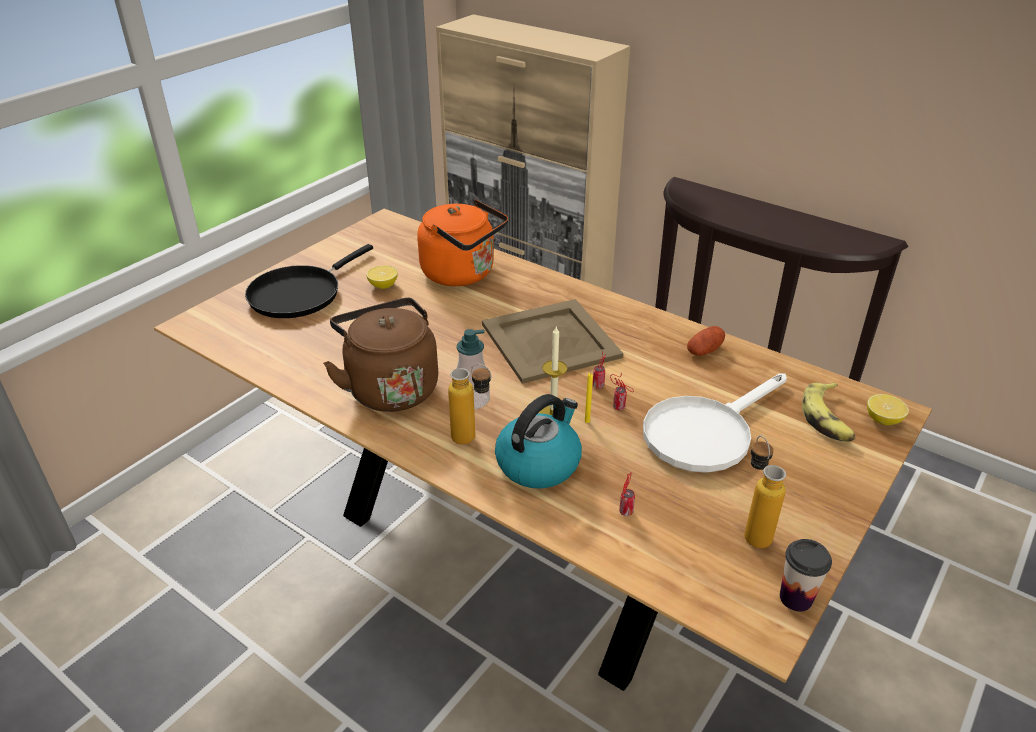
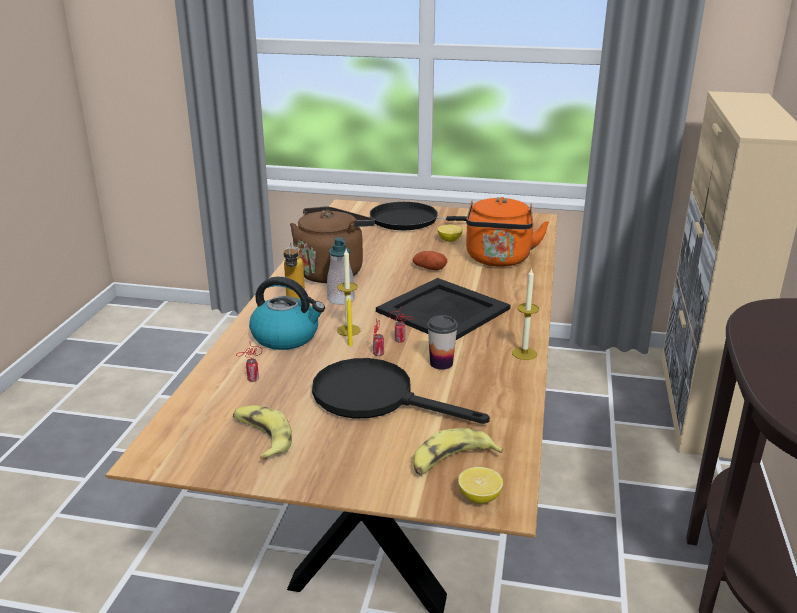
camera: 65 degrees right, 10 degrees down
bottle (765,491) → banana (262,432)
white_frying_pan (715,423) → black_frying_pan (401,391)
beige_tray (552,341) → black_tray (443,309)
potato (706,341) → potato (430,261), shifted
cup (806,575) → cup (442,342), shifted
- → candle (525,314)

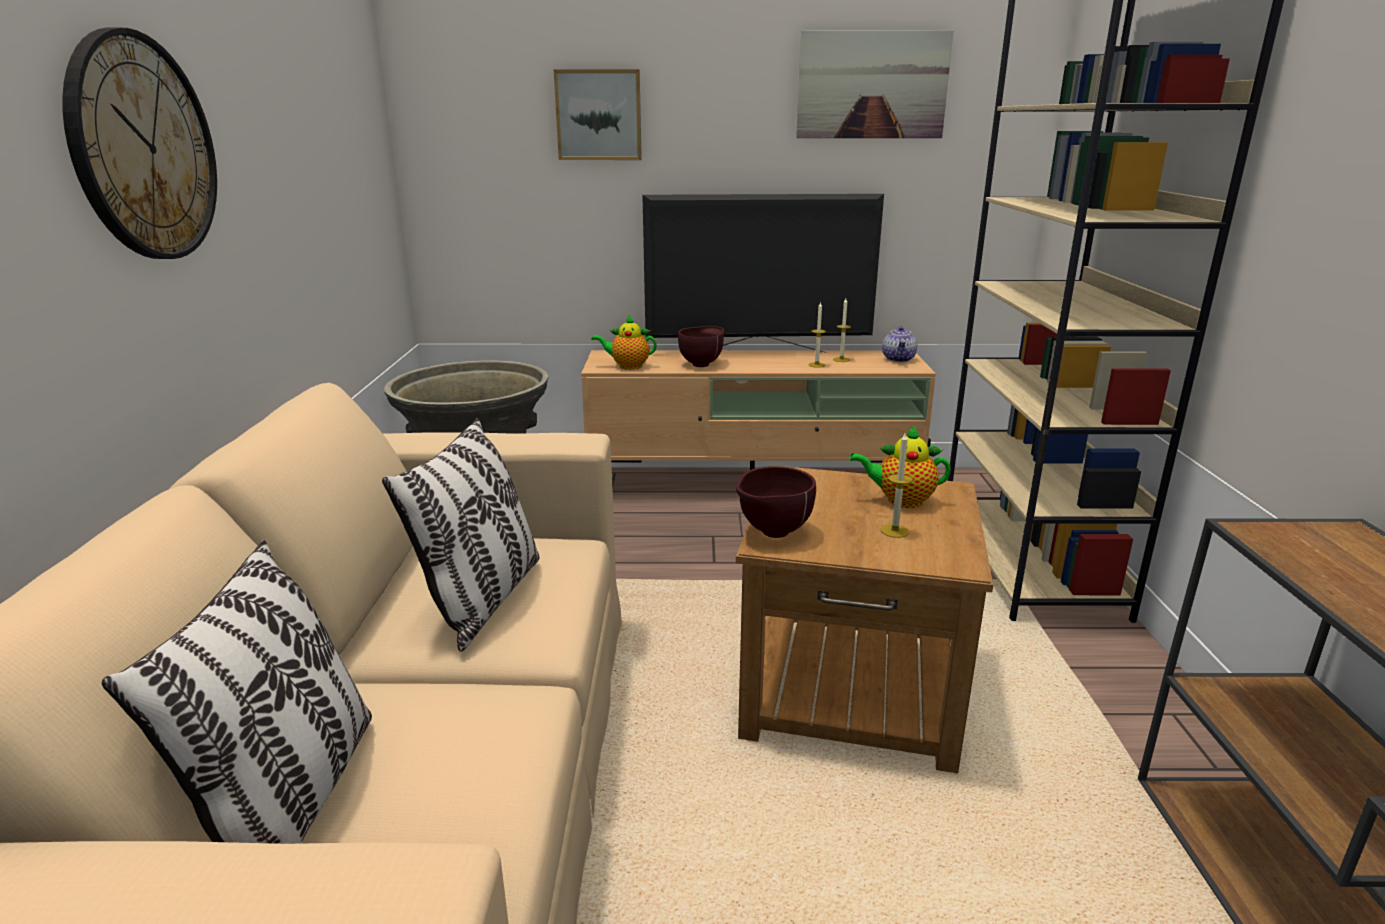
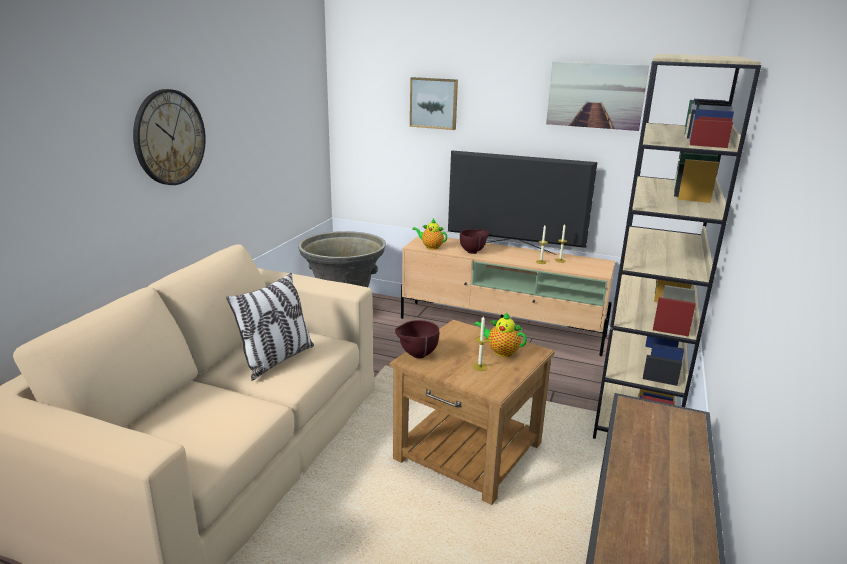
camera: 20 degrees right, 0 degrees up
pillow (237,692) → -
teapot (899,344) → -

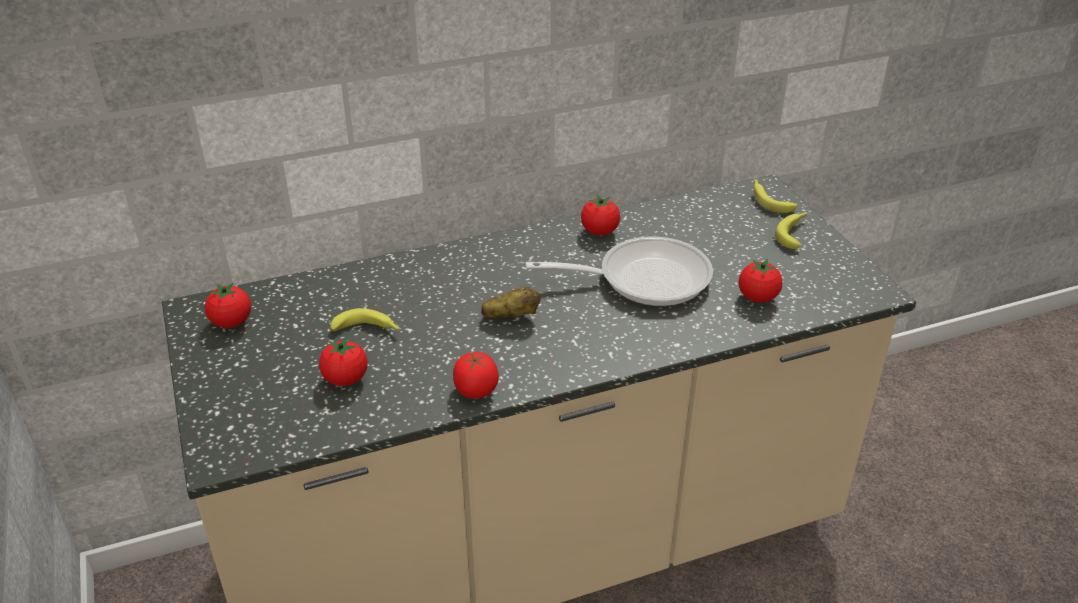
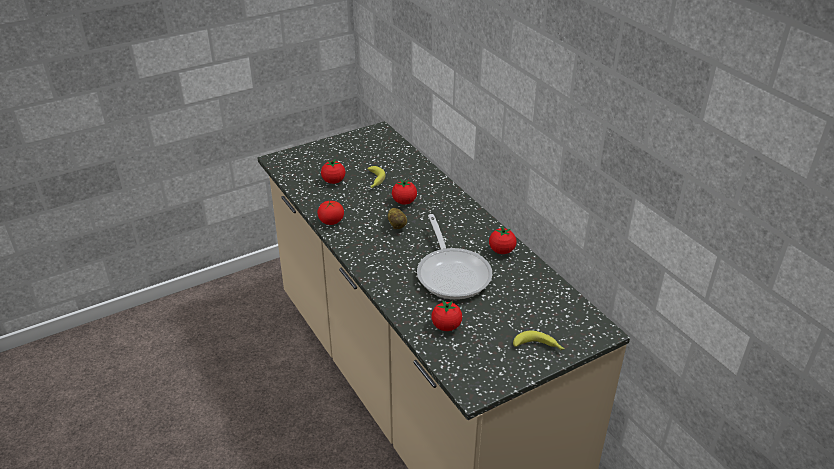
camera: 80 degrees right, 0 degrees up
tomato (228,305) → tomato (404,192), shifted
banana (775,196) → -

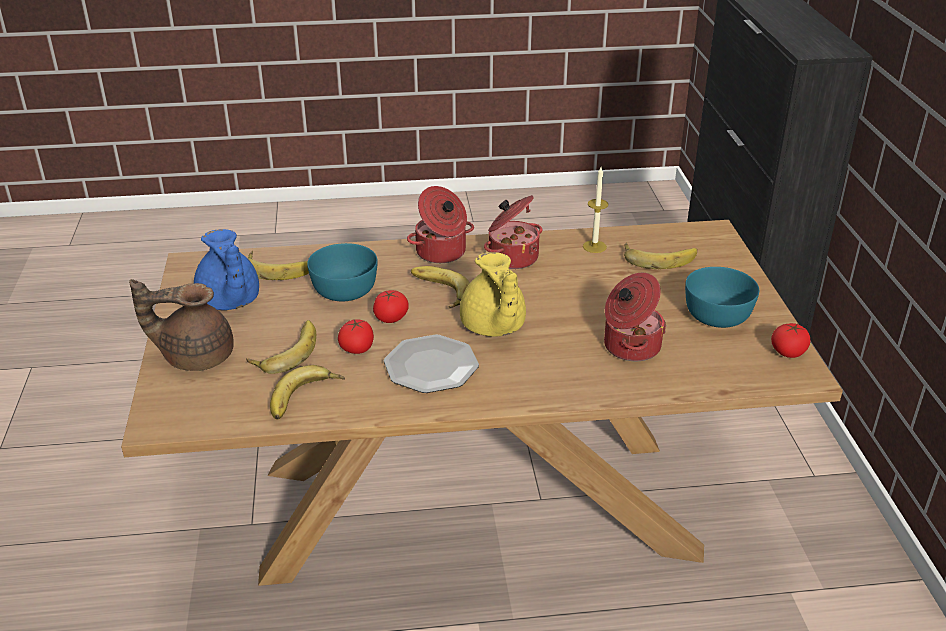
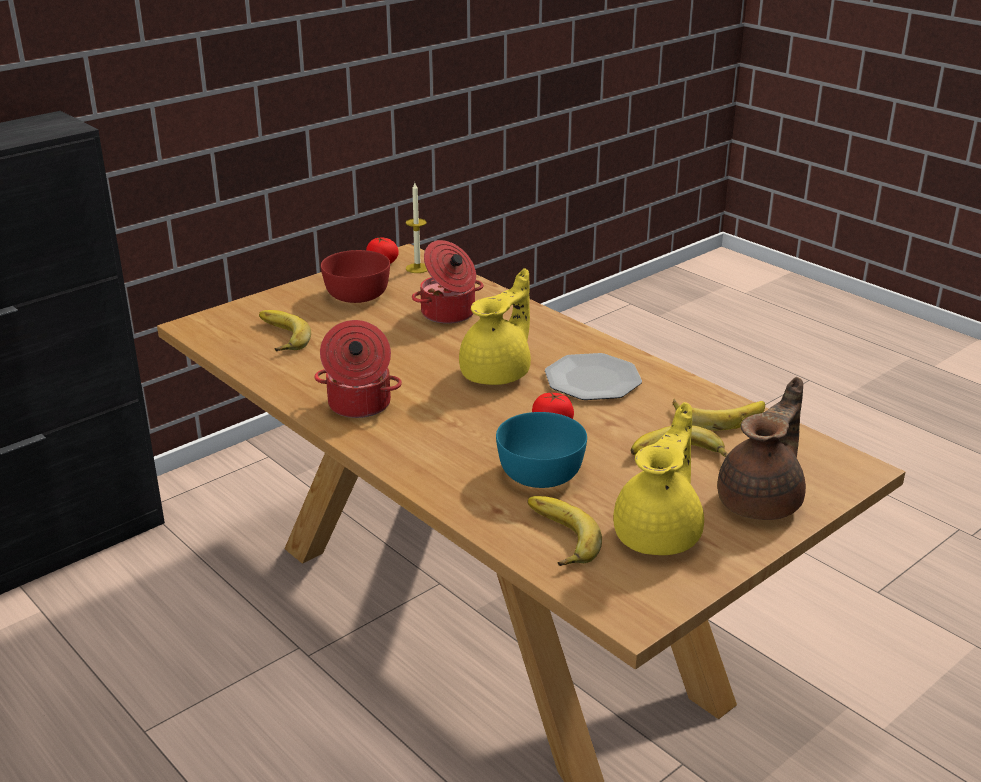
camera: 125 degrees left, 5 degrees down
turquoise_bowl (722,297) → red_bowl (355,276)
candle (595,210) → candle (416,228), shifted
blue_teapot (226,269) → yellow_teapot (658,478)
brown_teapot (181,325) → brown_teapot (761,448), 105 degrees counterclockwise
tomato (356,336) → -
cooking_pot (440,224) → -
banana (440,287) → -

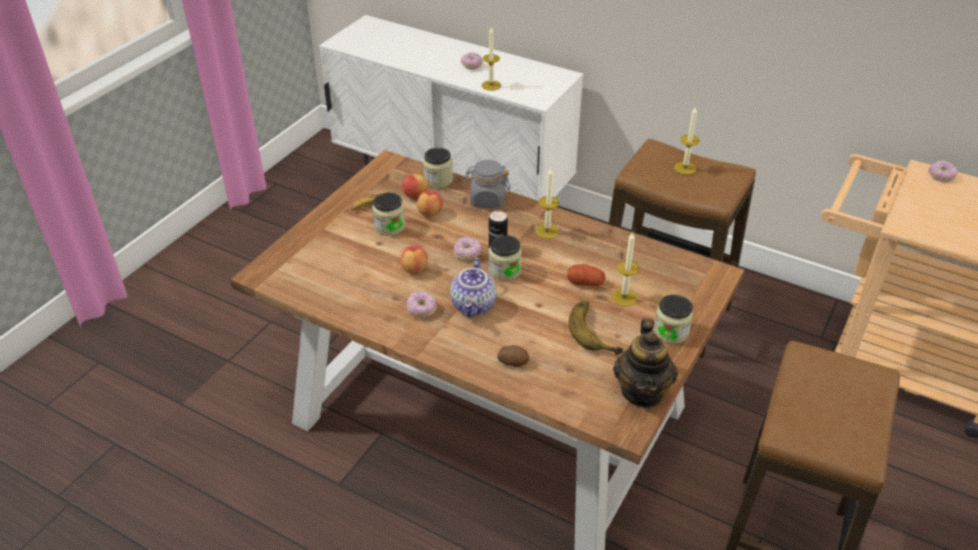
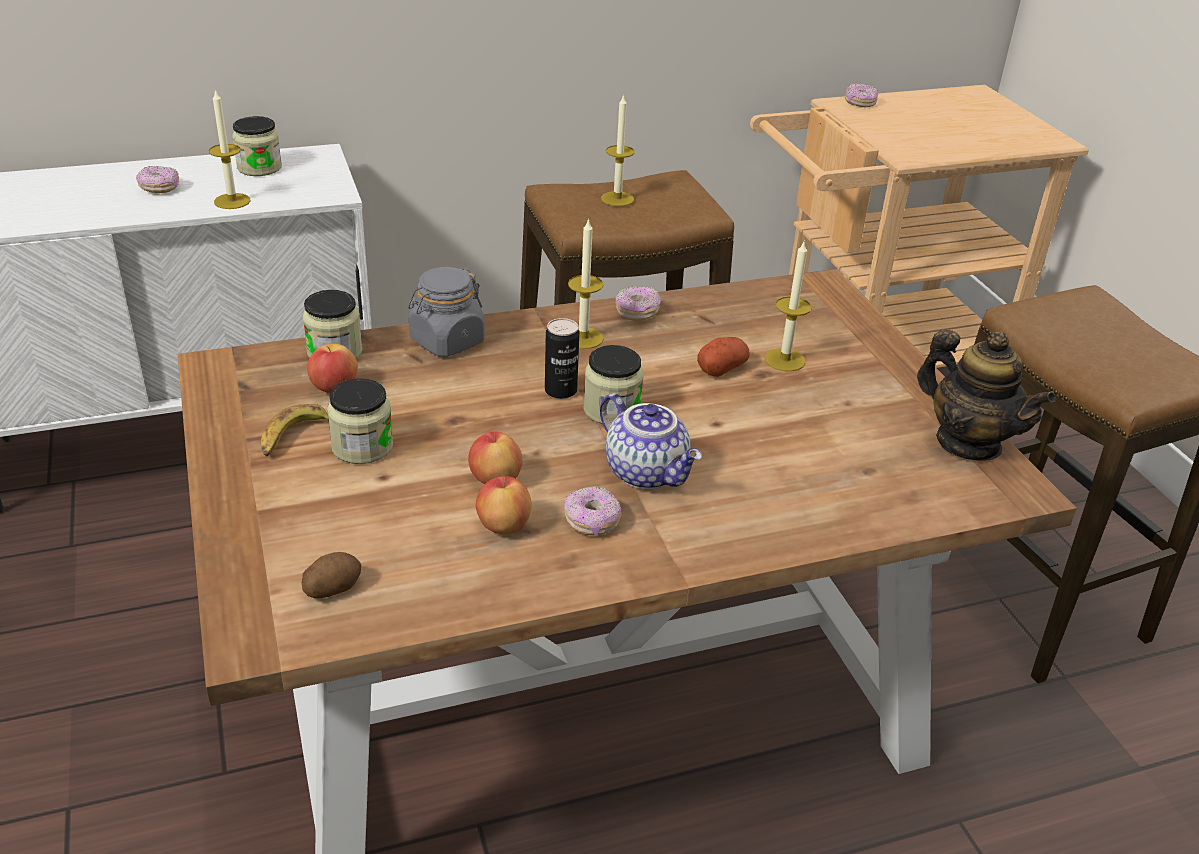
camera: 50 degrees left, 5 degrees down
jar (673,319) → jar (257,146), shifted
potato (513,356) → potato (331,575), shifted
apple (429,203) → apple (504,505), shifted
donut (468,248) → donut (638,303), shifted
banana (596,328) → -

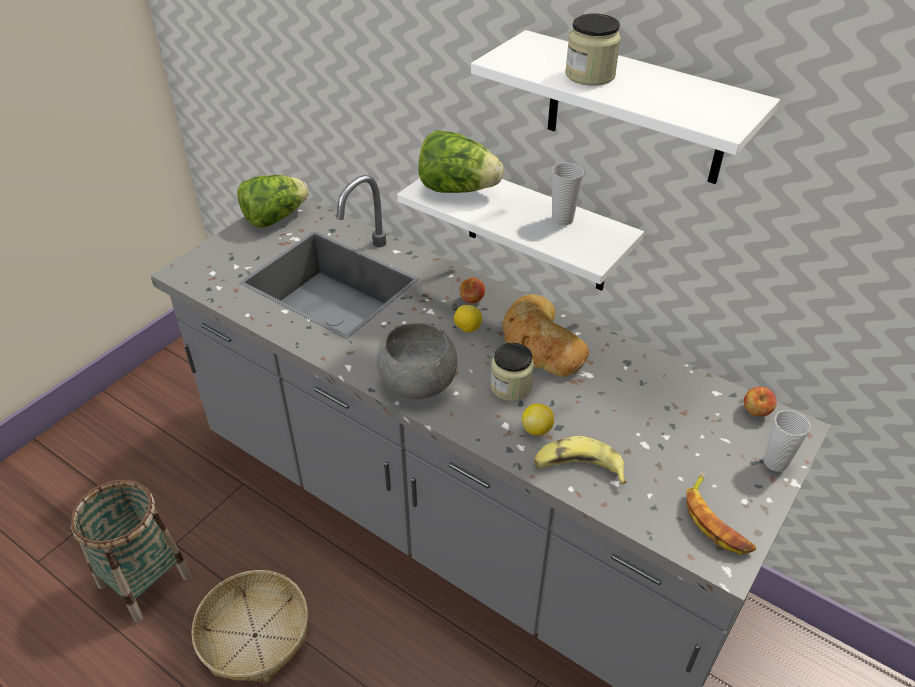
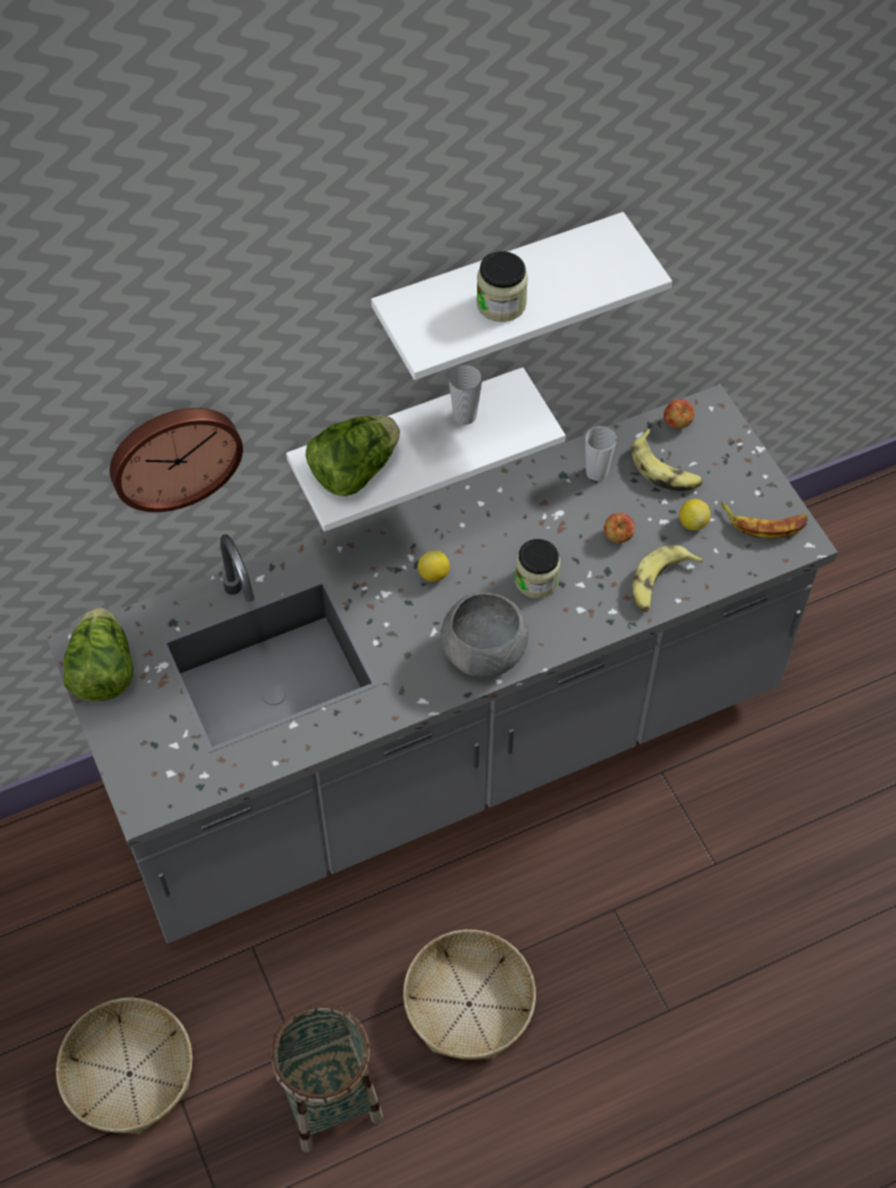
camera: 60 degrees left, 15 degrees up
- → basket (124,1066)
- → wall_clock (176,460)
cup (787,441) → cup (601,453), shifted
apple (472,290) → apple (619,528), shifted
- → banana (667,460)
lemon (538,420) → lemon (695,515), shifted
bread (545,336) → -

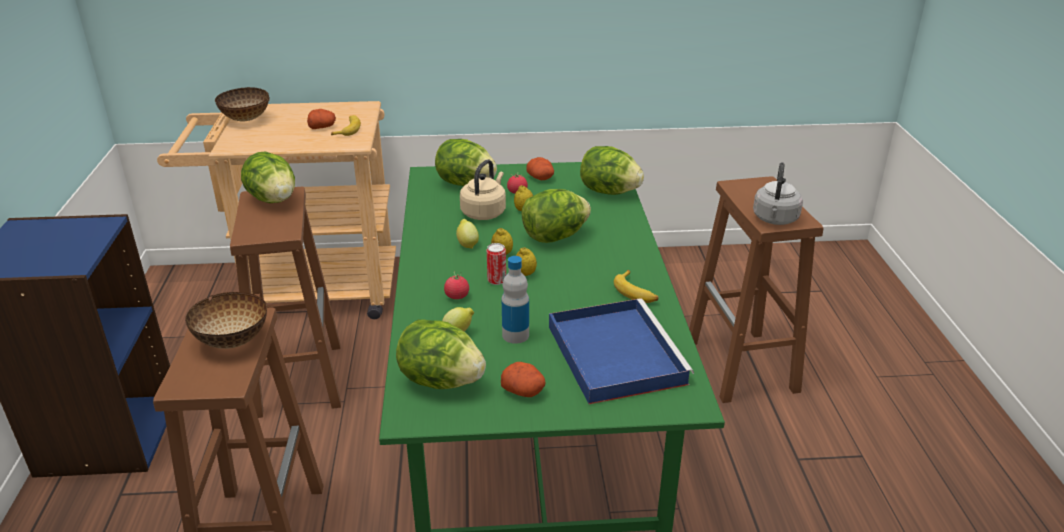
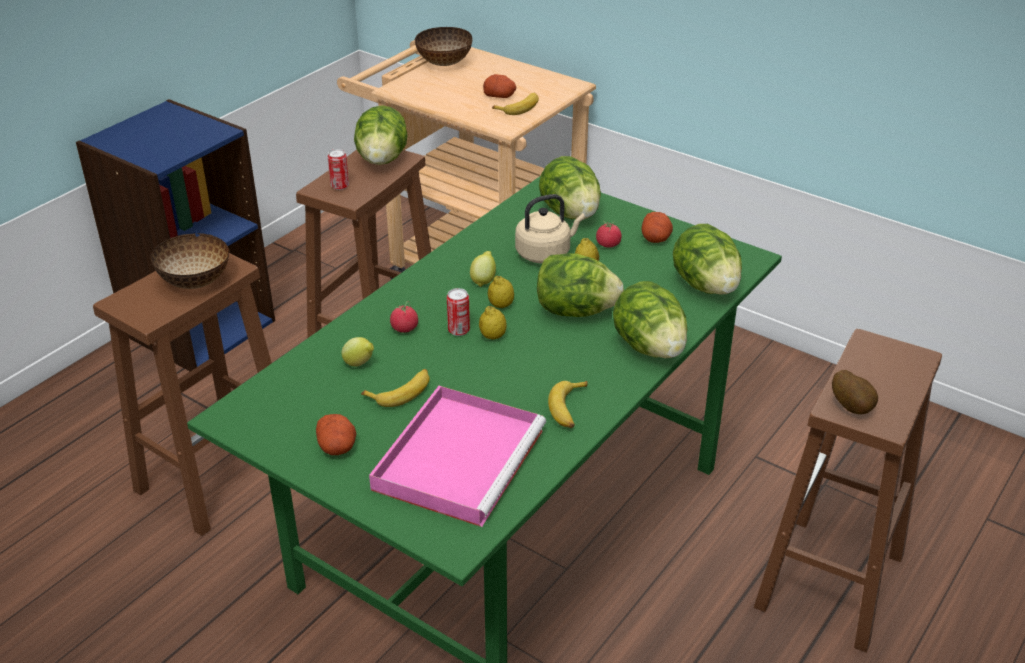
camera: 40 degrees right, 5 degrees up
- → can (338,169)
bottle (515,300) → banana (395,388)
blue_tray (621,351) → pink_tray (457,456)
lettuce (441,354) → lettuce (650,319), shifted
grey_kettle (778,193) → potato (855,392)

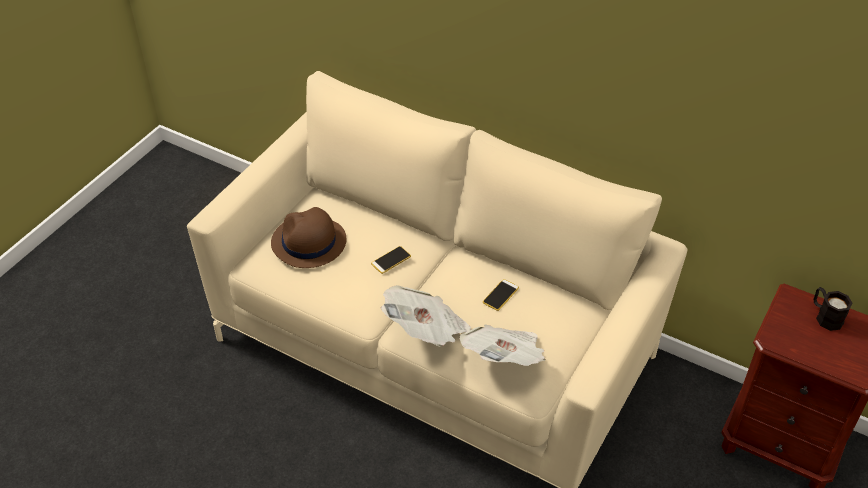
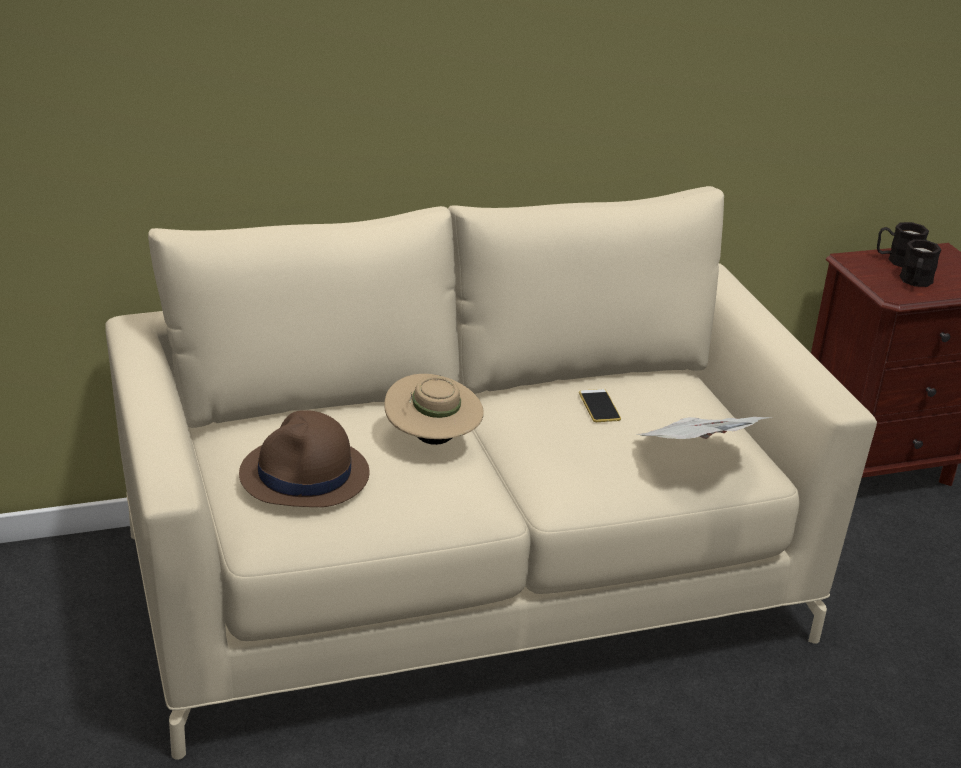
camera: 50 degrees left, 15 degrees down
phone (391,260) → beige_hat (434,409)
- → black_mug (920,263)
newspaper (426,315) → -

